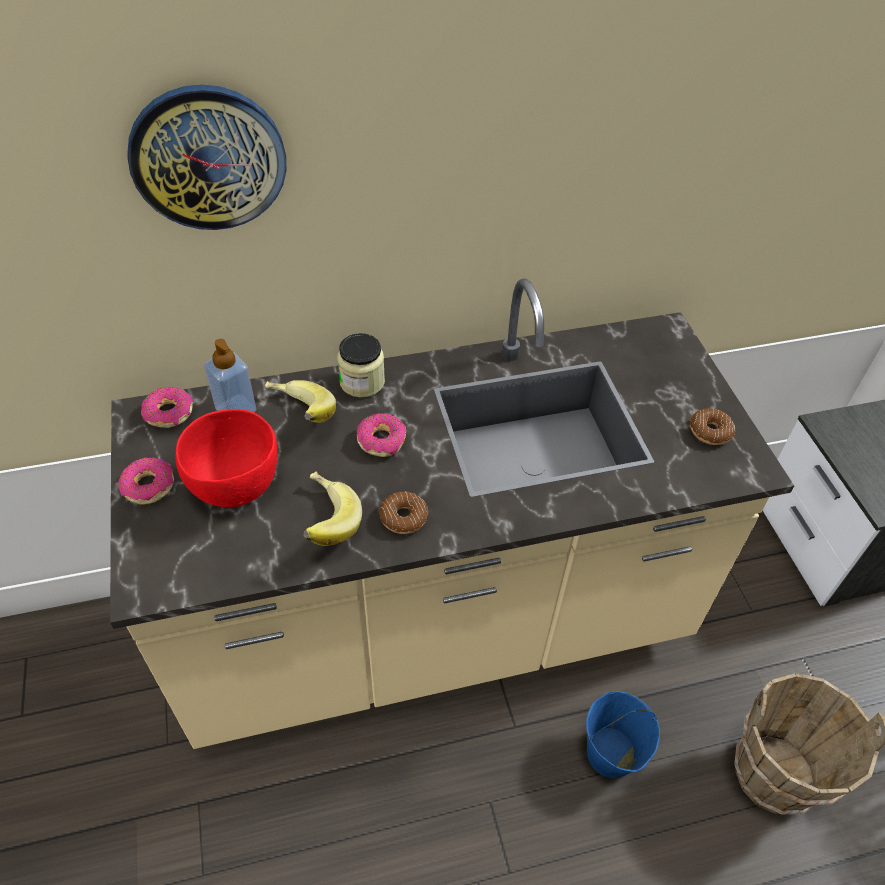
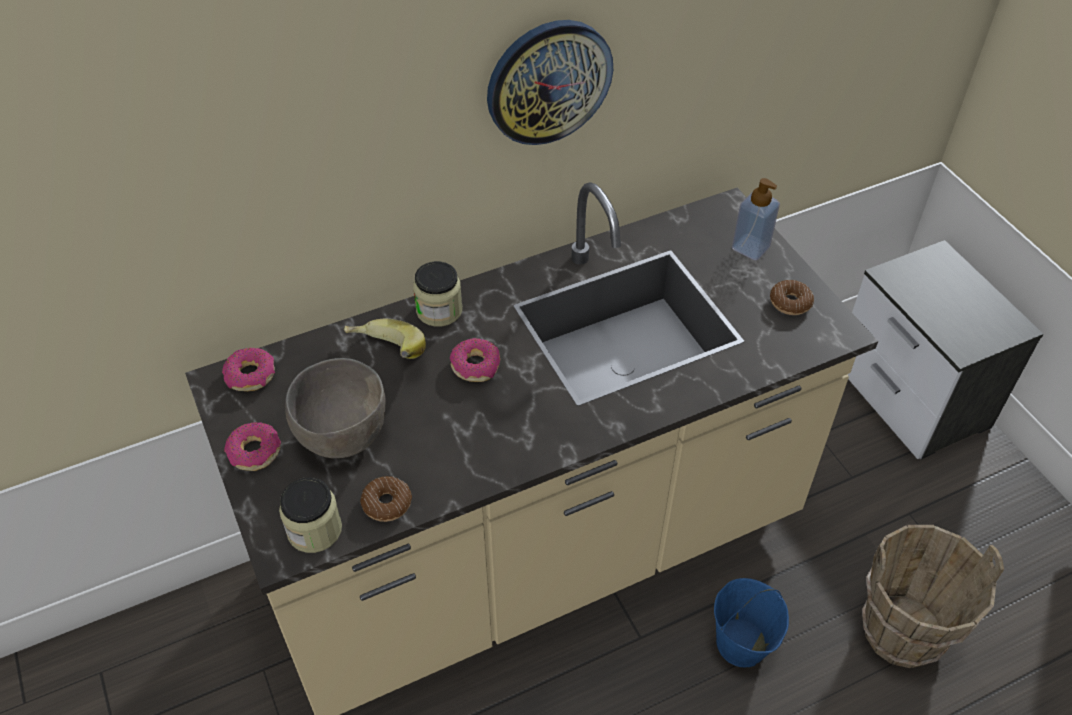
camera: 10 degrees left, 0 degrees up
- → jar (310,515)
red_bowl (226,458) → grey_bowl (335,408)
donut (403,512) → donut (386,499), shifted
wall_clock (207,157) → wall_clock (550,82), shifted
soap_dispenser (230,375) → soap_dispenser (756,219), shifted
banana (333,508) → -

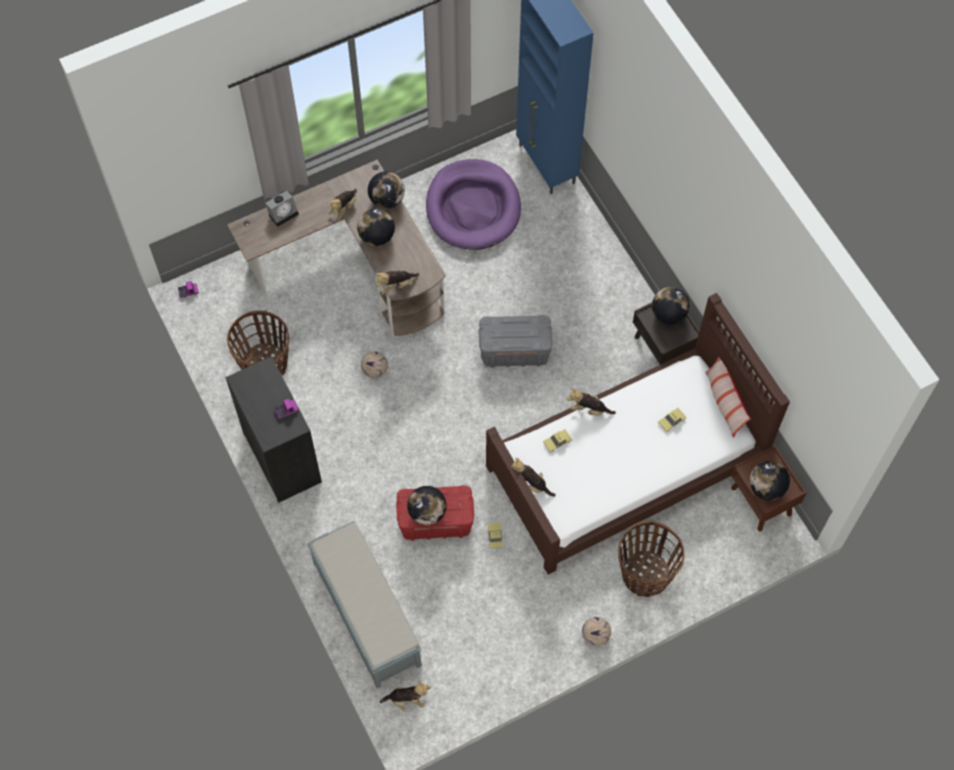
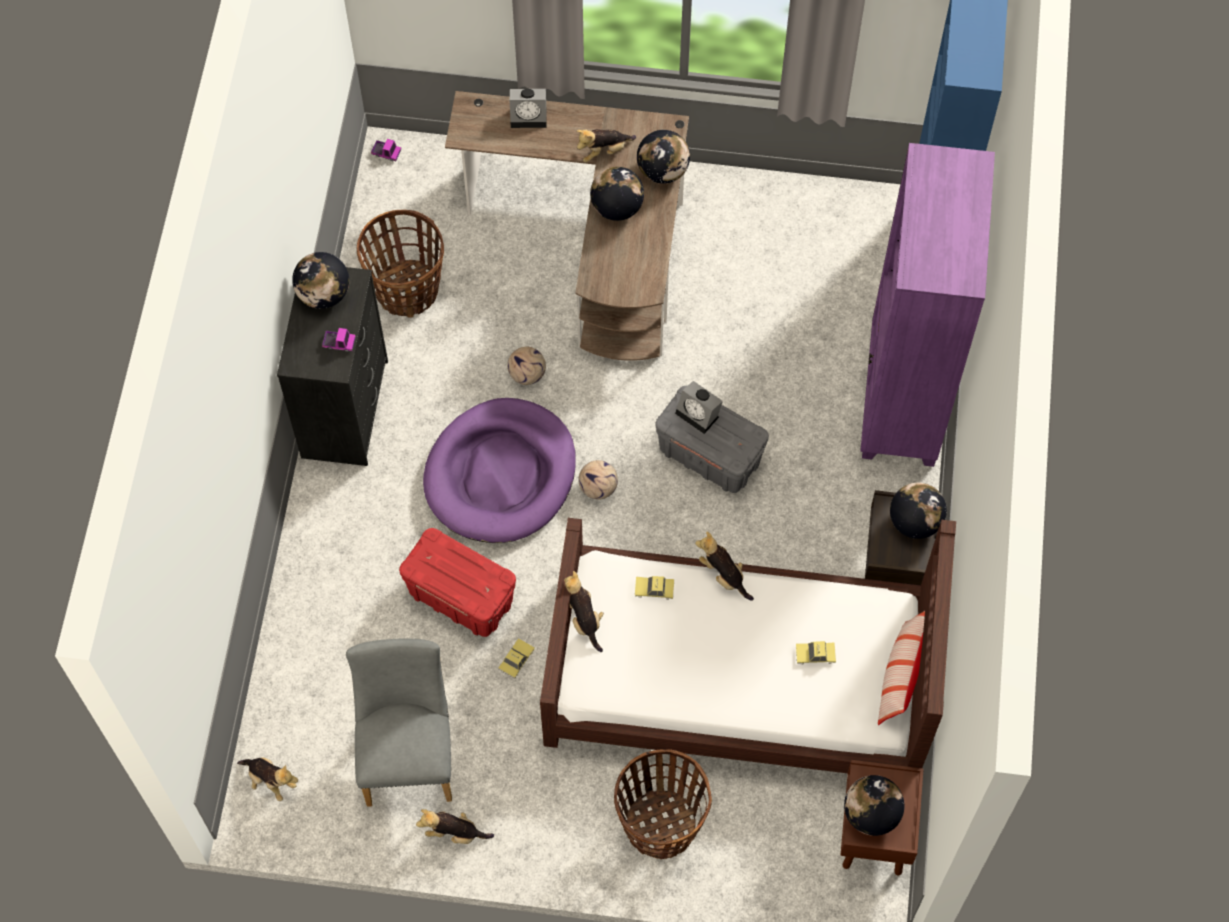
camera: 35 degrees right, 0 degrees up
globe (427,505) → globe (320,280), shifted
- → grey_chair (399,722)
plush_toy (397,282) → plush_toy (455,826), shifted
purple_dog_bed (473,204) → purple_dog_bed (499,470), shifted
football (596,631) → football (598,480), shifted
- → alarm_clock (699,407)
- → purple_bookcase (927,305)
grey_bench (364,604) → -

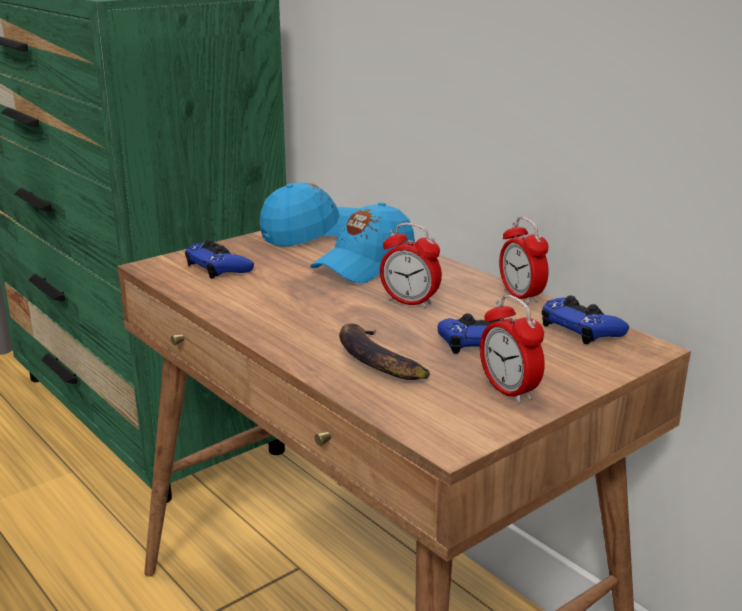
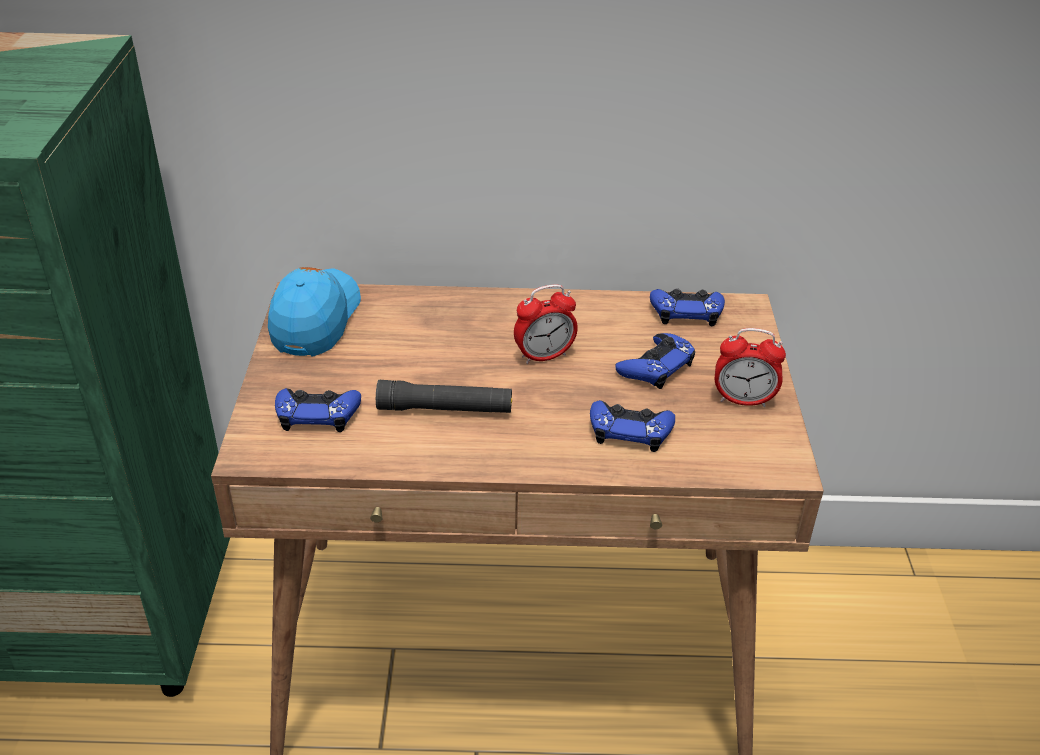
camera: 50 degrees left, 15 degrees up
- → black_flashlight (444,396)
banana (384,351) → blue_game_controller (632,426)
blue_cap (362,242) → -
alarm_clock (523,260) → -

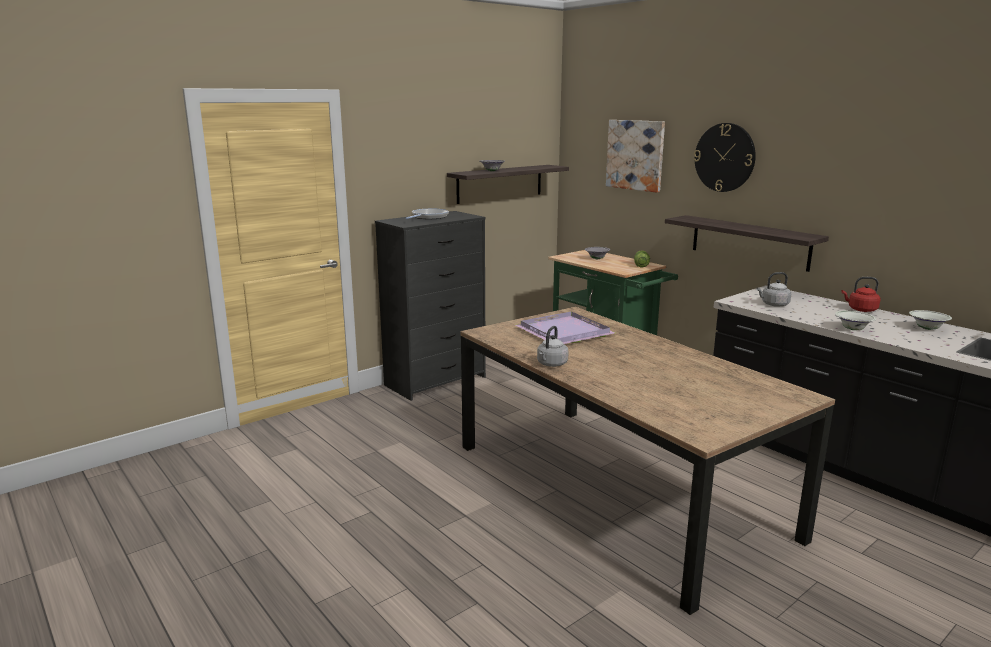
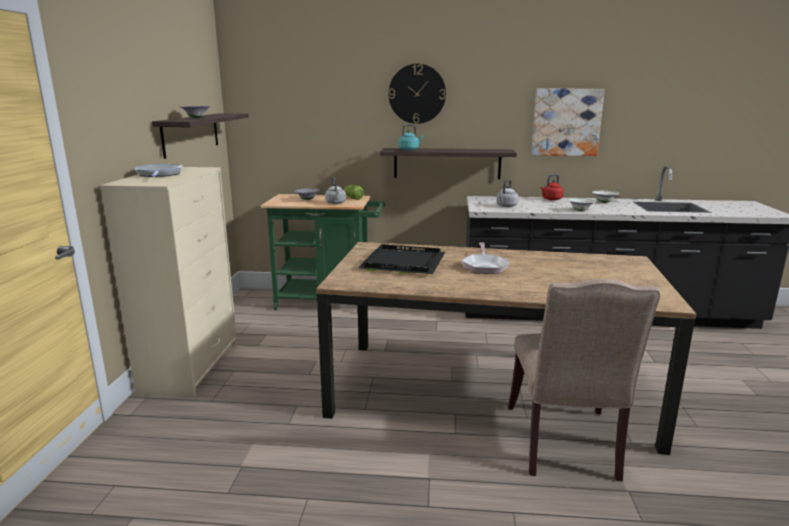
camera: 45 degrees left, 0 degrees up
black_dresser (430,306) → beige_dresser (168,282)
grey_kettle (553,346) → grey_kettle (335,190), shifted
purple_tray (565,327) → black_tray (401,259)
- → turquoise_kettle (411,137)
- → frying_pan (485,258)
- → beige_chair (584,380)
picture (635,156) → picture (568,122), shifted

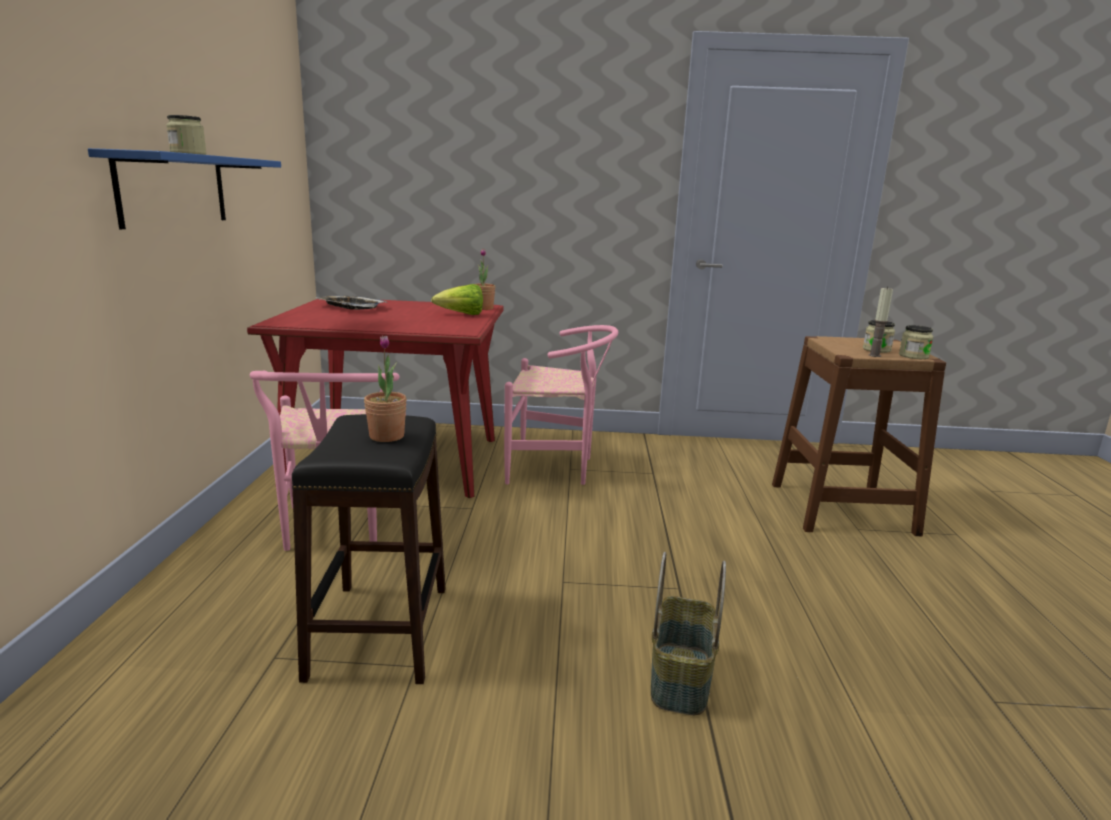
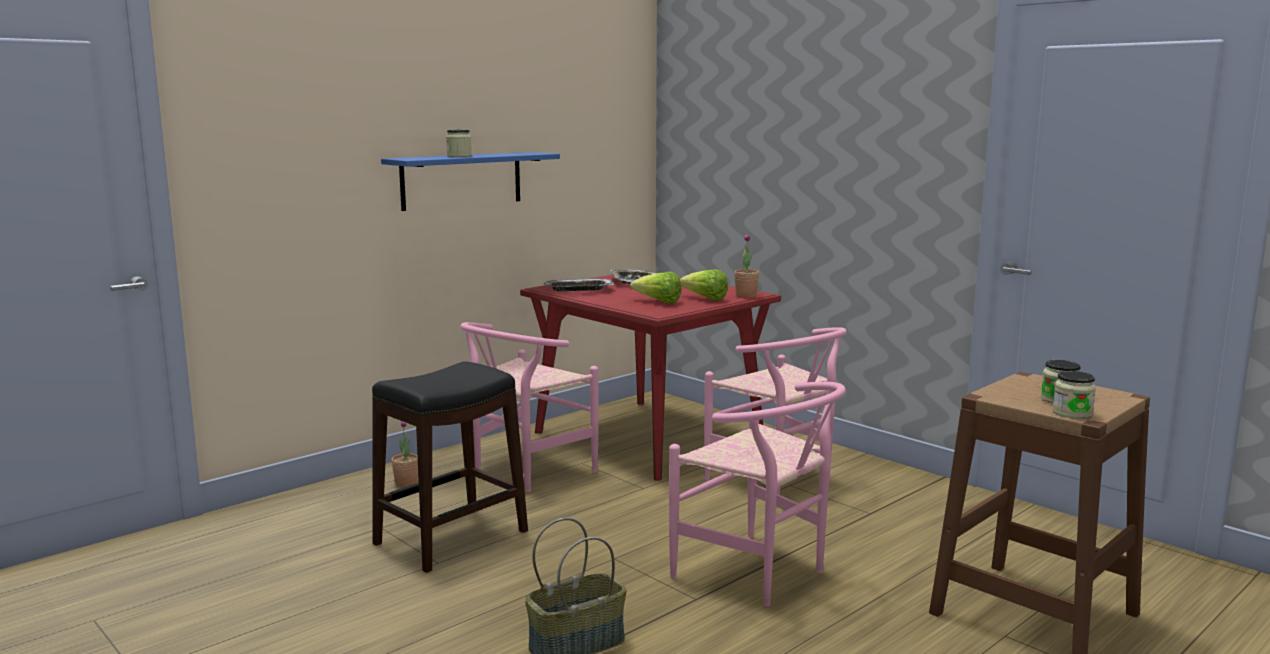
camera: 45 degrees right, 5 degrees down
potted_plant (385,388) → potted_plant (404,454), shifted
- → tray (579,284)
- → lettuce (655,287)
- → pink_chair (757,494)
candle (881,321) → -

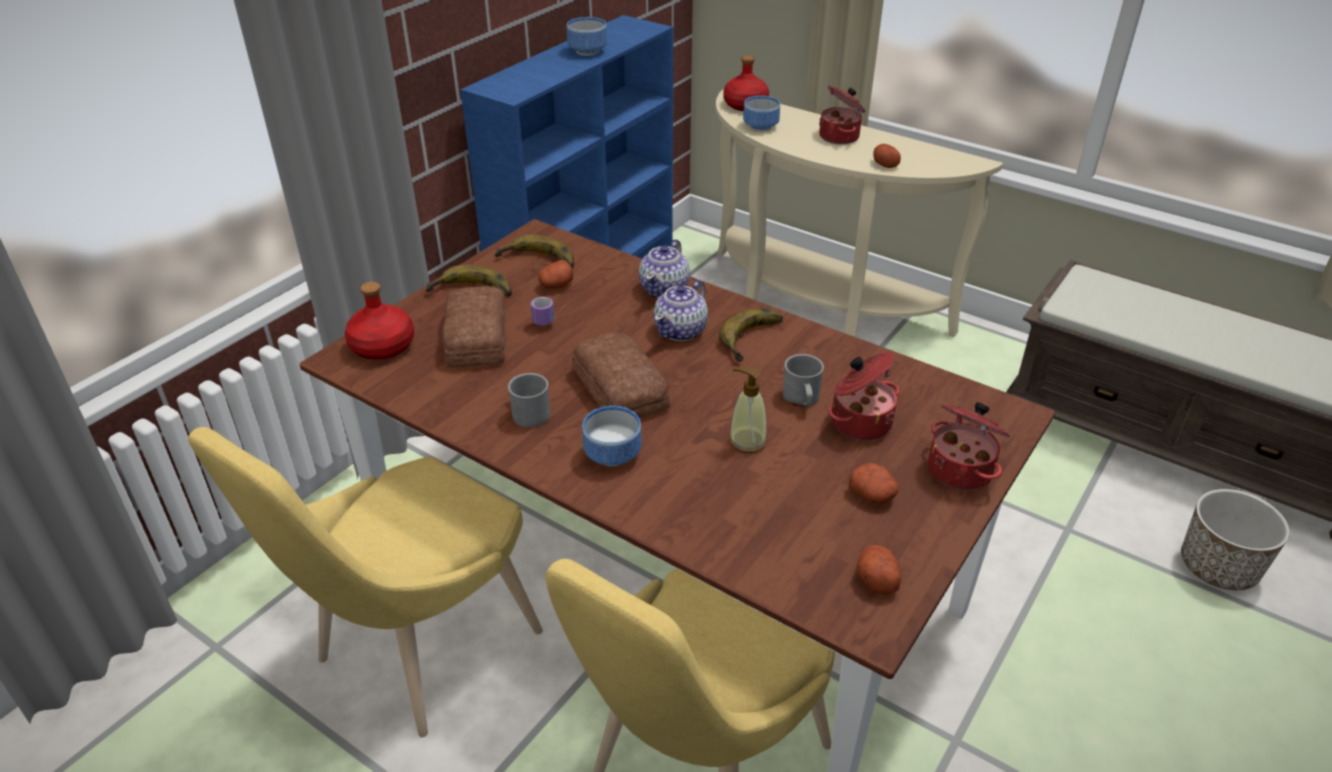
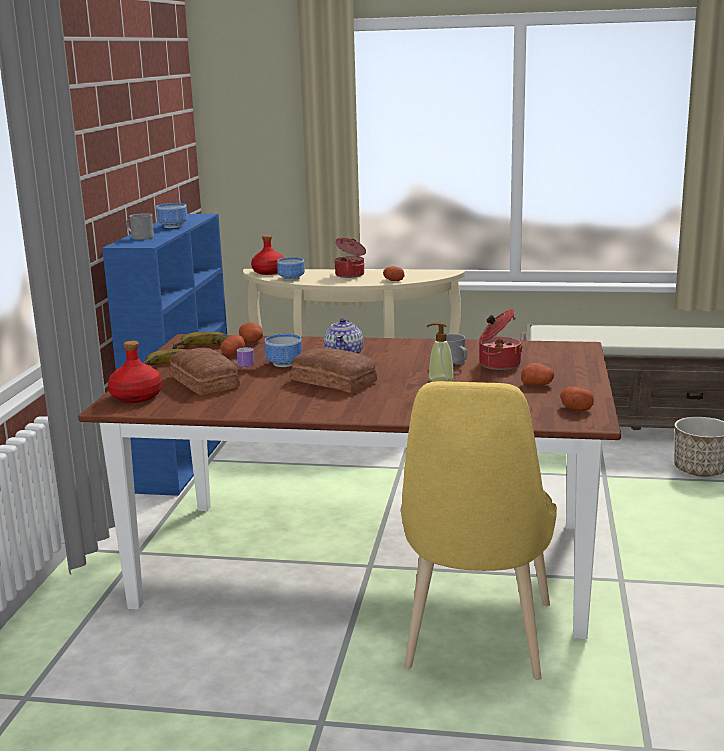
camera: 25 degrees left, 20 degrees down
grey_mug (529,400) → grey_mug (140,226), shifted
- → potato (251,332)
bowl (612,436) → bowl (283,350), shifted
yellow_chair (365,582) → -
teapot (664,268) → -
banana (751,334) → -
cooking_pot (969,446) → -

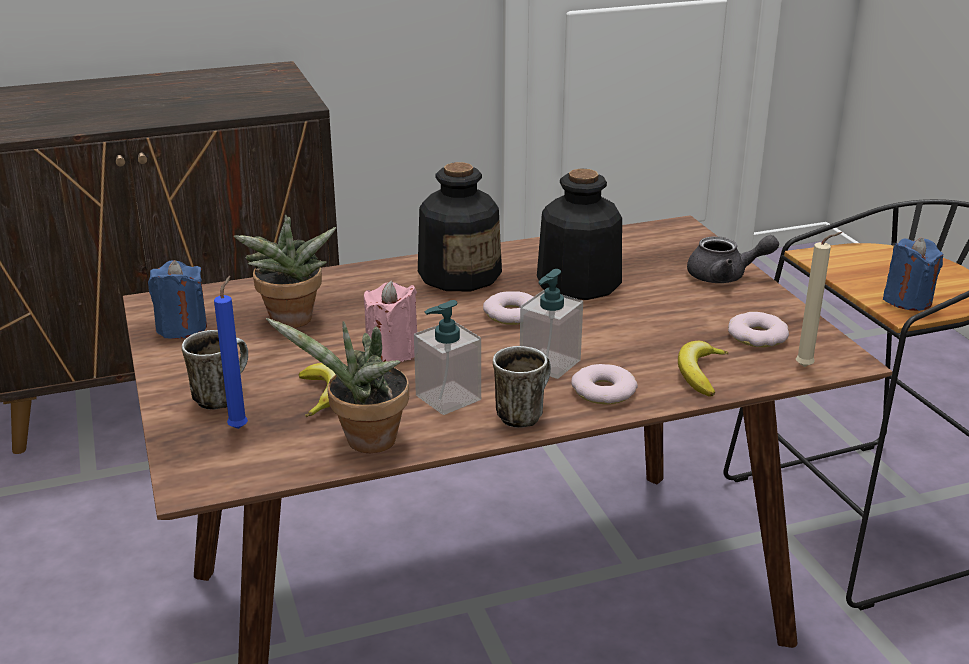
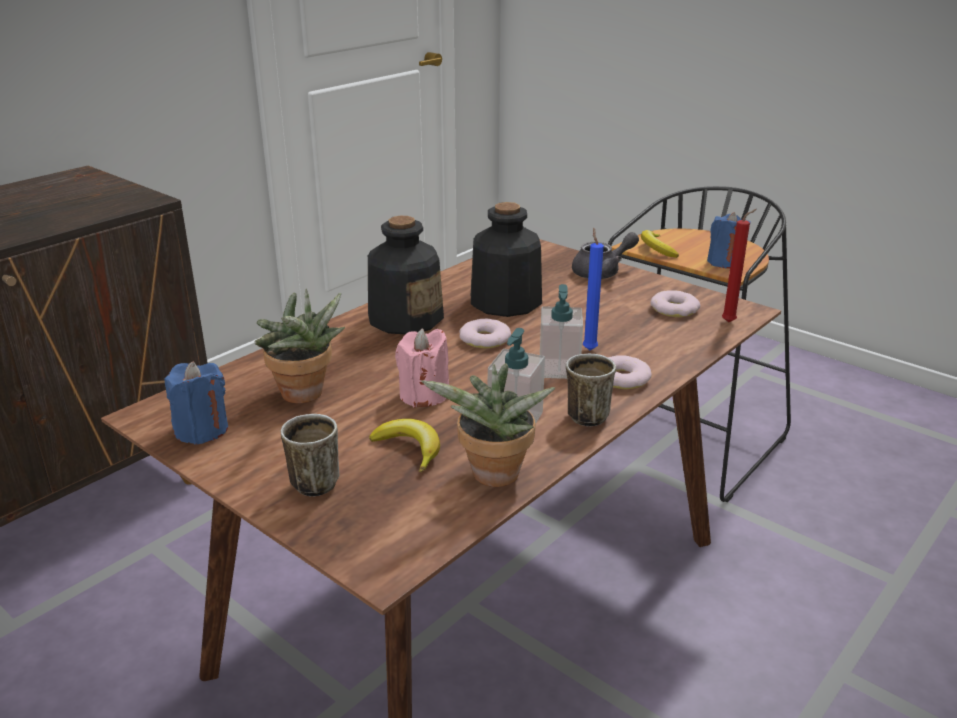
camera: 30 degrees left, 0 degrees up
blue_candle (231,352) → blue_candle (593,289), shifted
banana (703,369) → banana (660,244), shifted
beige_candle (819,299) → red_candle (739,266)

